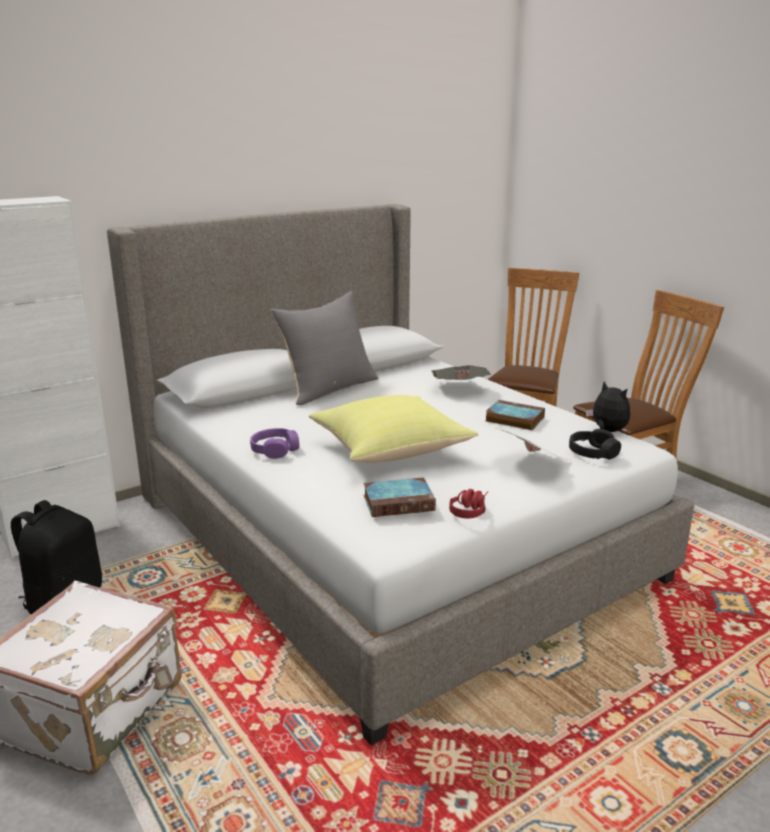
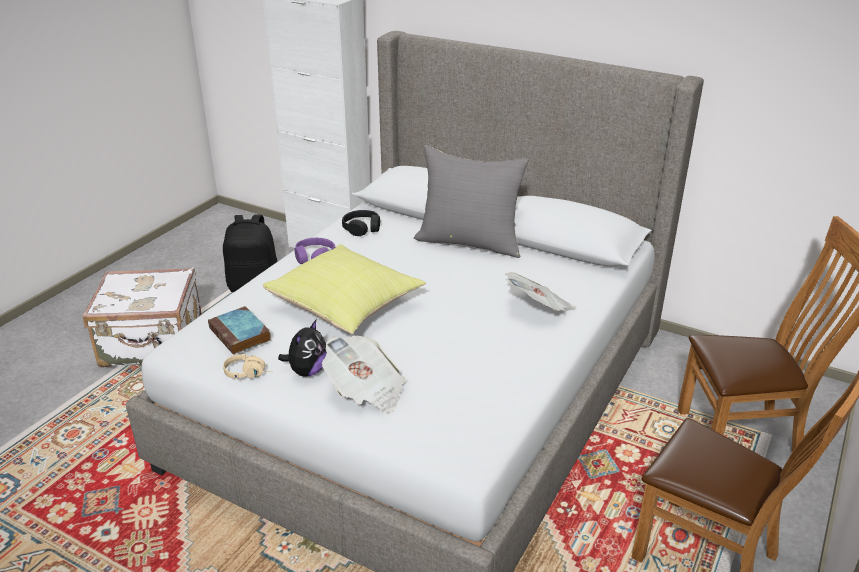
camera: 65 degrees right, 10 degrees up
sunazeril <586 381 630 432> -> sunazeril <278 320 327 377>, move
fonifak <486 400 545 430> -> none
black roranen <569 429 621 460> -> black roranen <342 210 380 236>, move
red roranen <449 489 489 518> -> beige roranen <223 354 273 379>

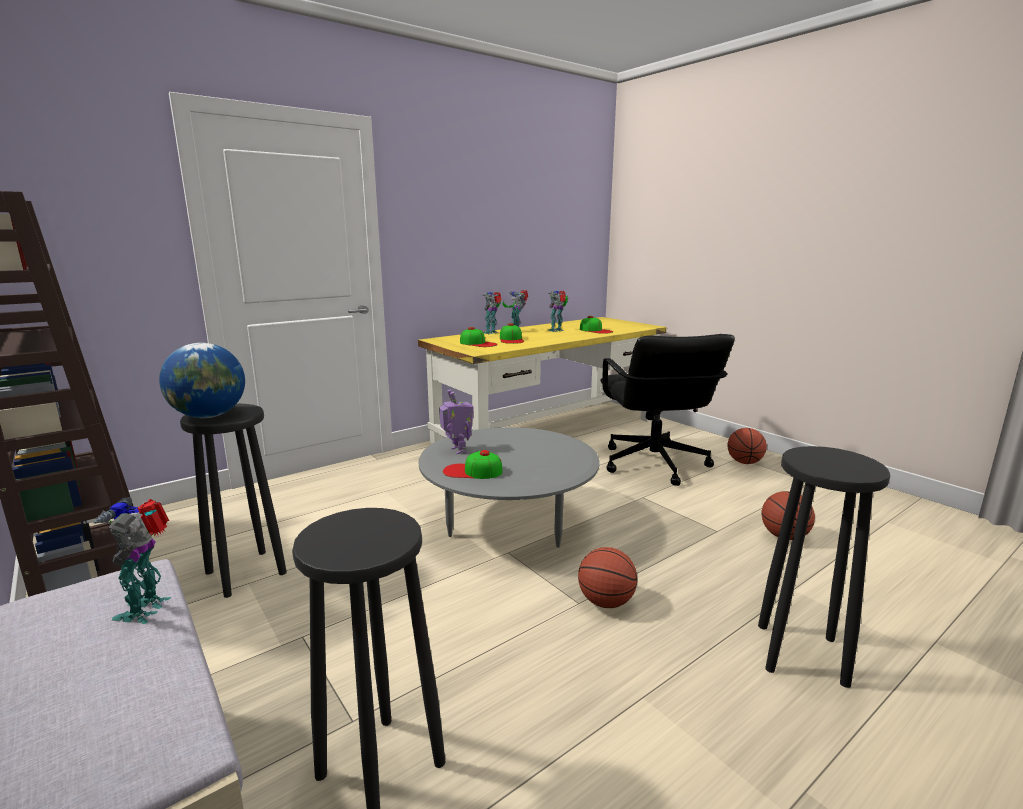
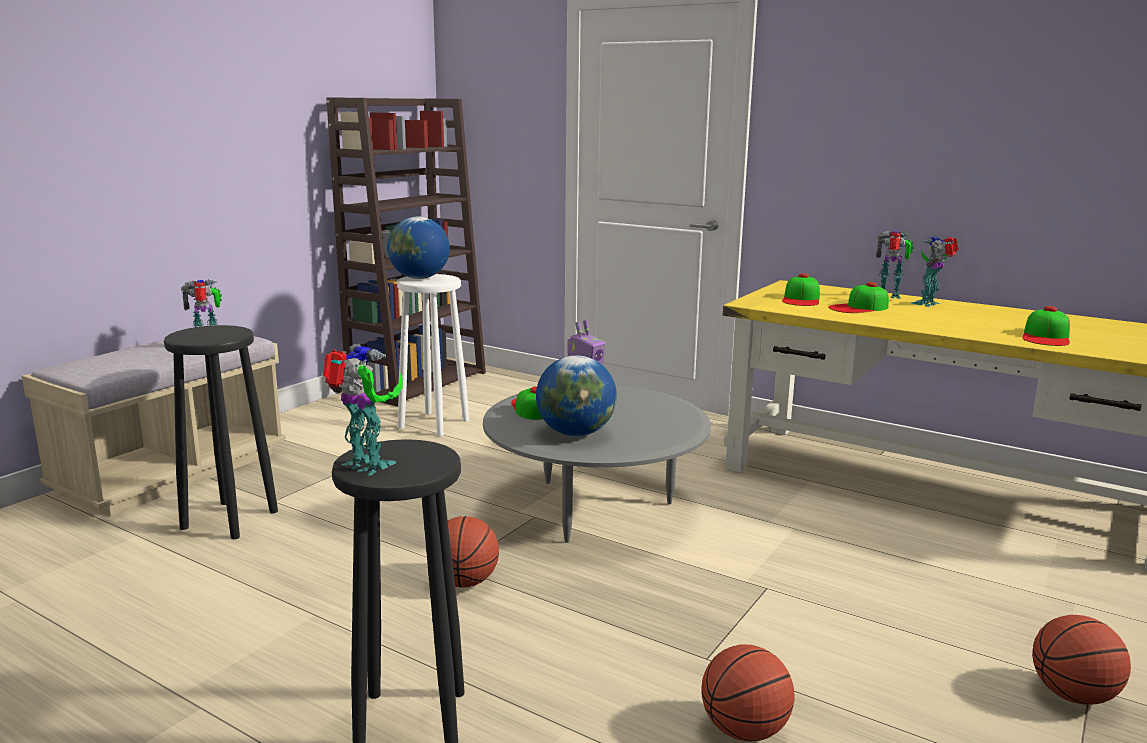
camera: 70 degrees right, 0 degrees up
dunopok <548 291 568 332> -> dunopok <323 344 403 475>, move
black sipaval <601 334 735 486> -> none
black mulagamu <180 404 287 598> -> white mulagamu <397 274 469 436>
none -> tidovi <536 355 617 436>

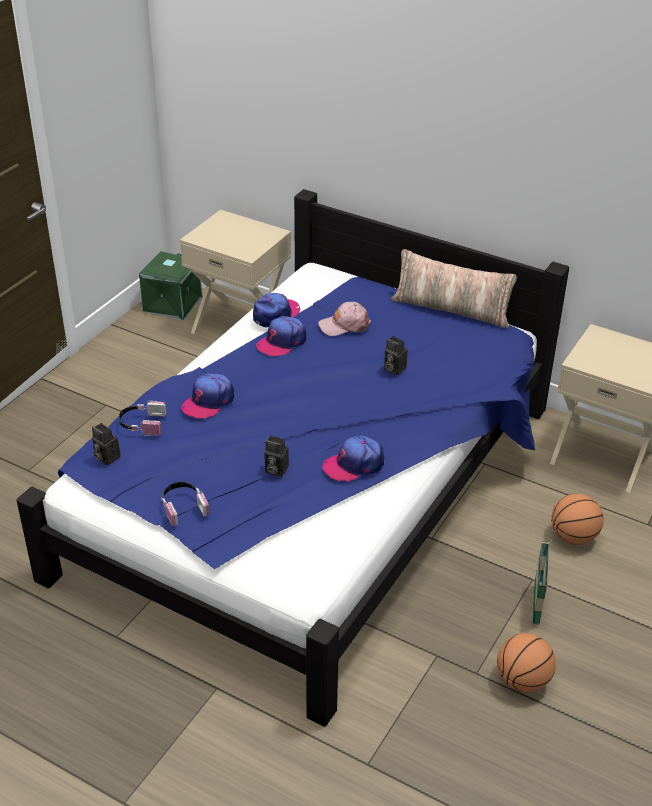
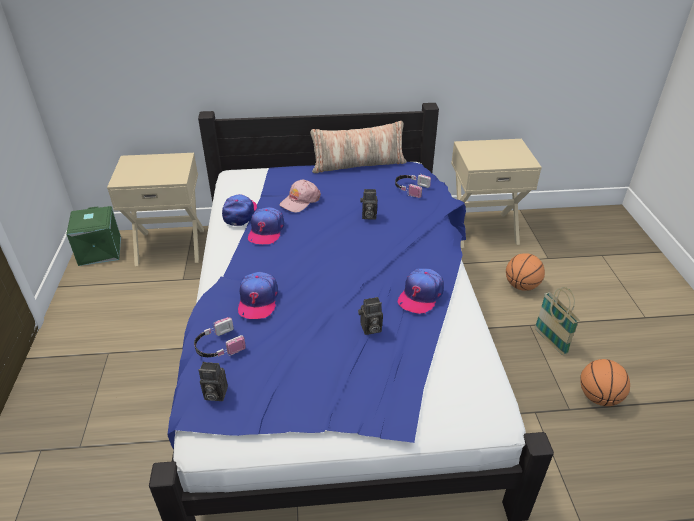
camera: 35 degrees left, 0 degrees up
roranen <161 482 209 526> -> roranen <395 174 431 198>, move

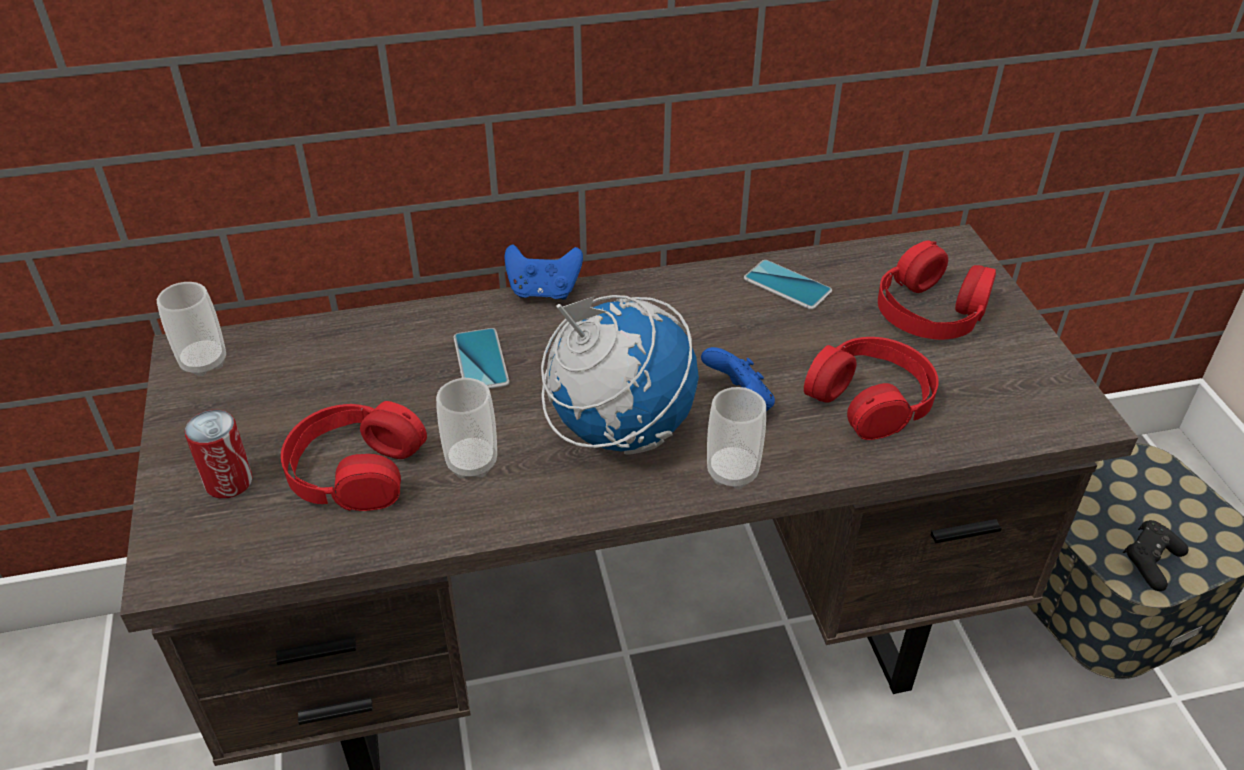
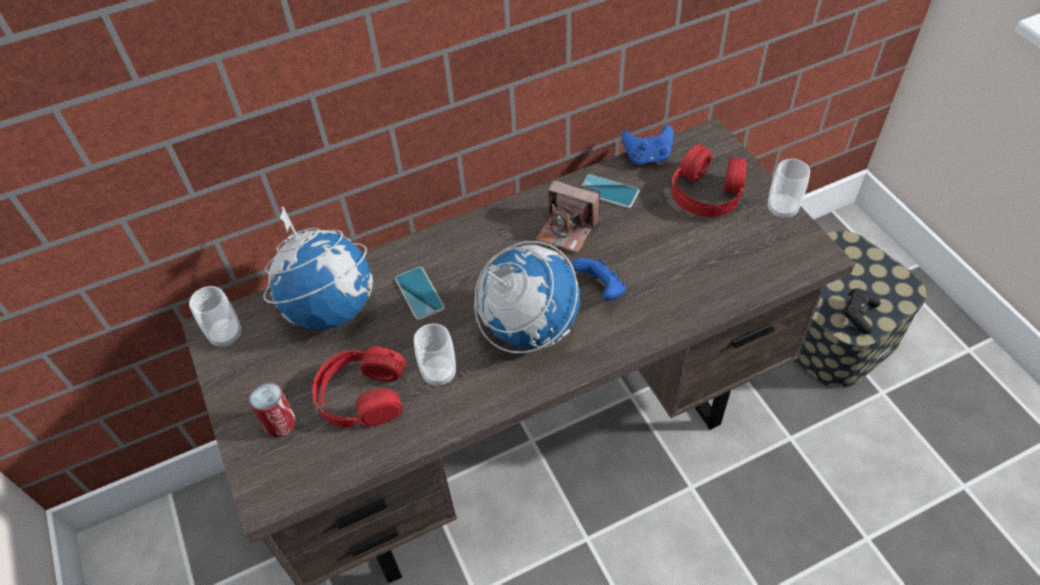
camera: 10 degrees left, 10 degrees up
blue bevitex <504 244 583 300> -> blue bevitex <621 124 673 165>, move
red roranen <804 337 939 440> -> none
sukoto <707 387 766 489> -> sukoto <768 159 810 218>, move
none -> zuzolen <536 180 600 253>
none -> tidovi <263 207 373 330>

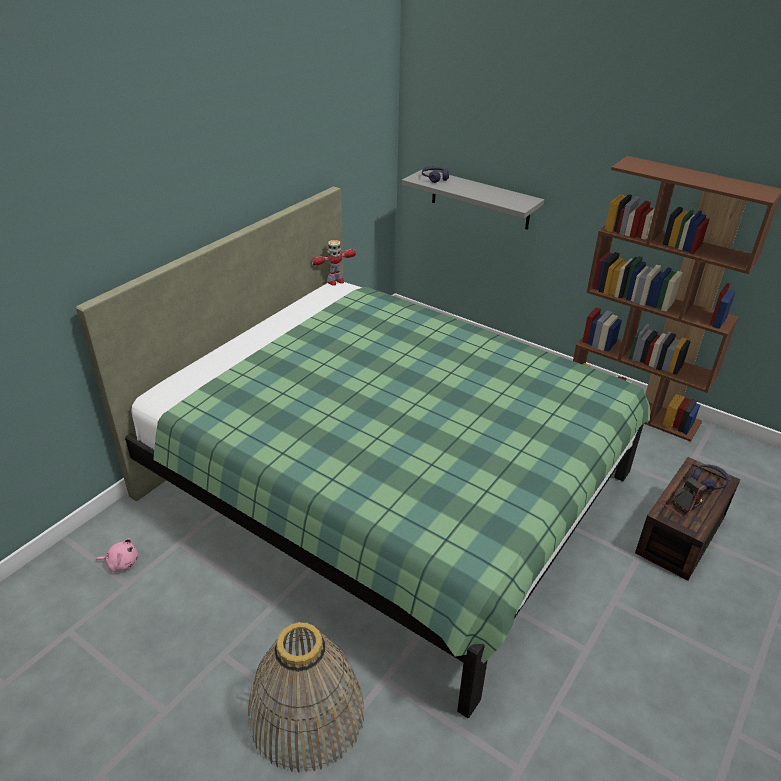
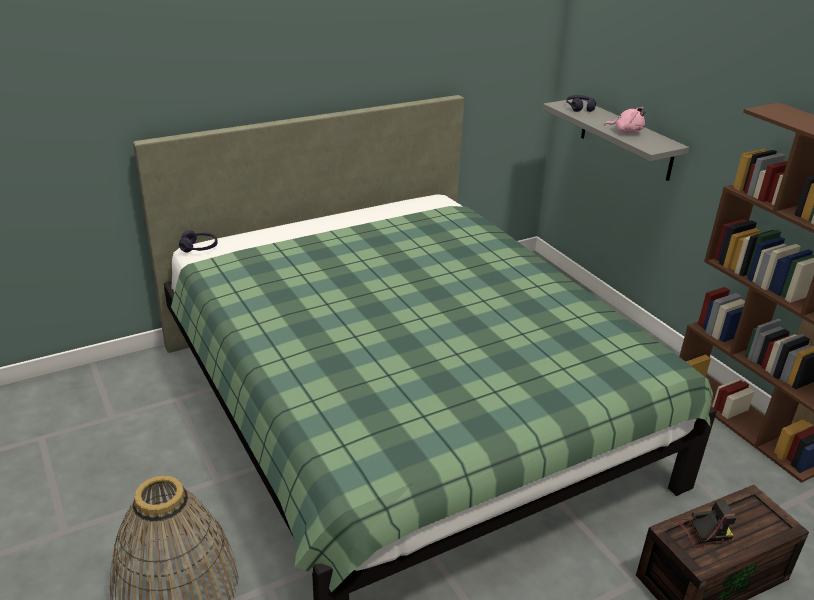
camera: 25 degrees right, 5 degrees down
dunopok <312 240 356 286> -> none
purple roranen <690 464 729 492> -> purple roranen <179 230 218 253>, move
pink sunazeril <96 538 138 572> -> pink sunazeril <604 107 646 133>, move

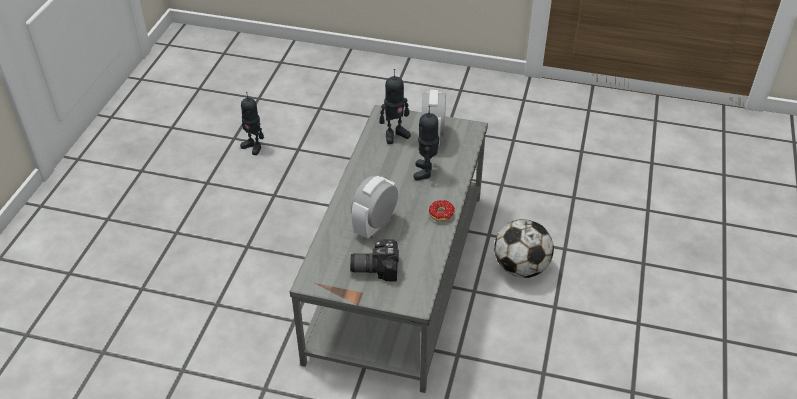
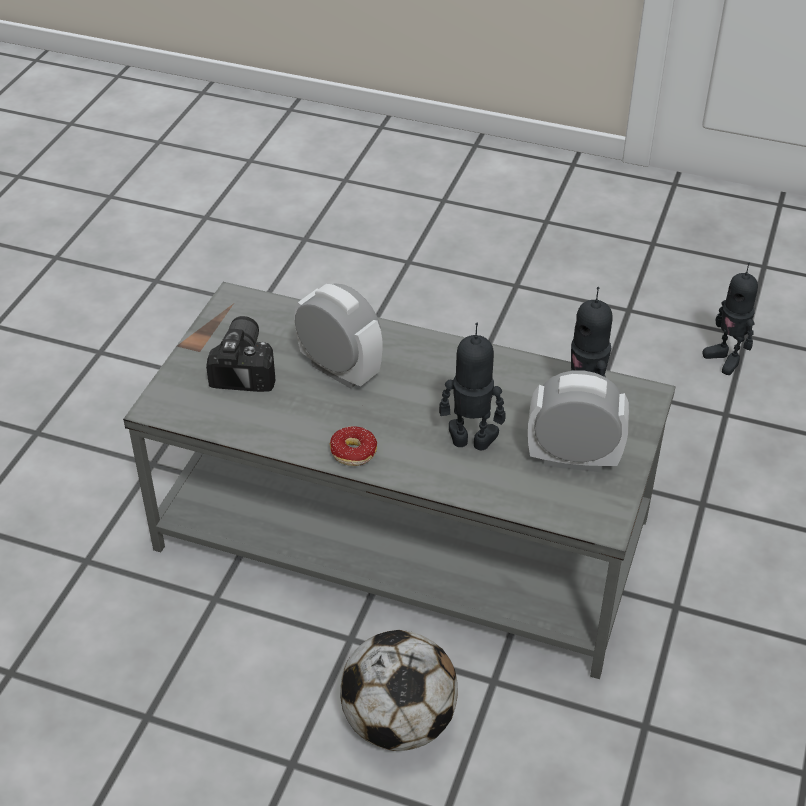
camera: 95 degrees right, 0 degrees up
dunopok <240 92 264 155> -> dunopok <702 263 758 375>, 75 degrees counterclockwise

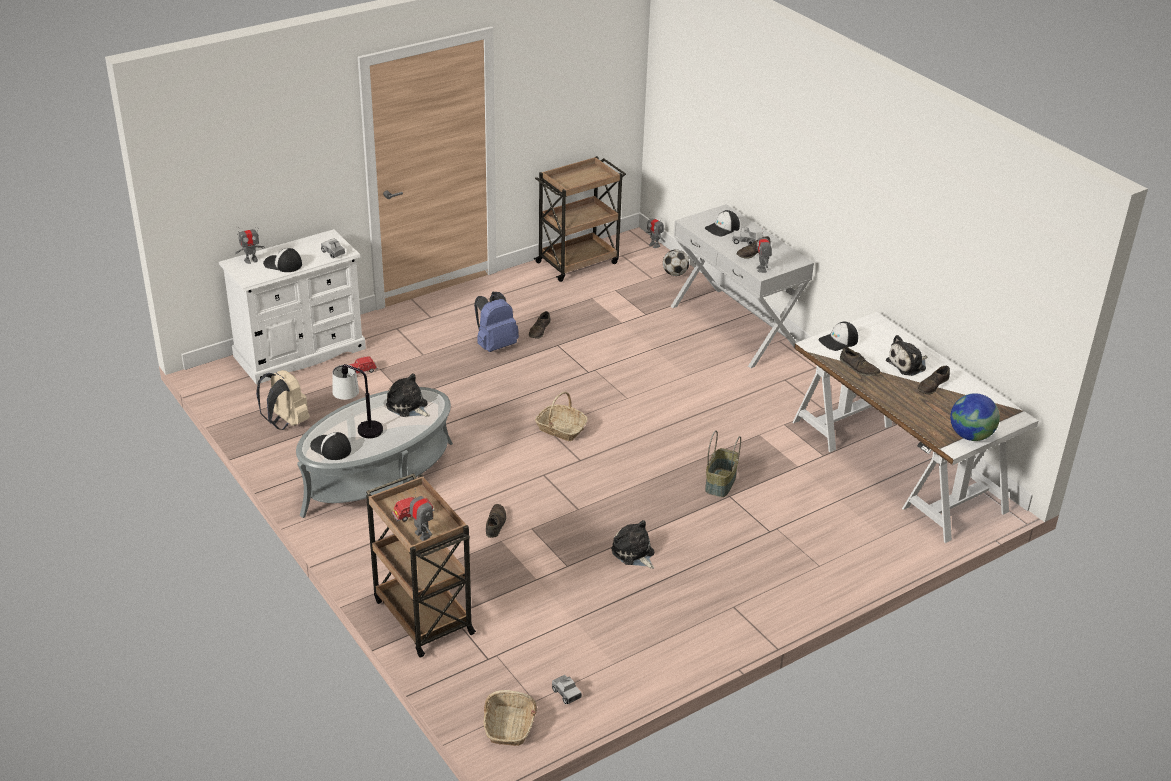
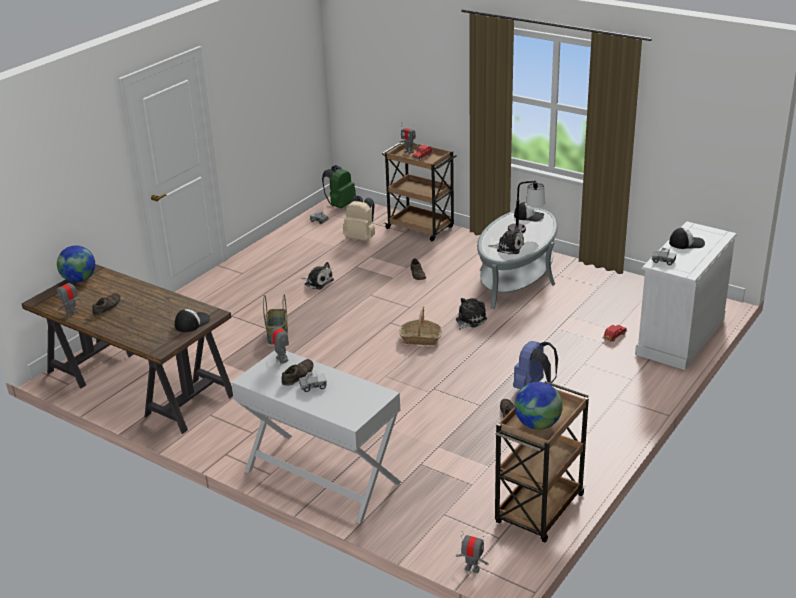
camera: 160 degrees right, 5 degrees down
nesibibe <705 210 740 237> -> none
dunopok <235 223 265 264> -> dunopok <56 276 83 317>, move
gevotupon <663 249 689 276> -> none
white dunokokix <792 312 1038 543> -> brown dunokokix <22 264 233 434>
sunazeril <886 335 928 376> -> sunazeril <456 298 487 330>, move
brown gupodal <840 347 880 376> -> none
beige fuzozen <256 370 310 430> -> beige fuzozen <343 196 375 241>, move
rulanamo <483 690 537 746> -> green fuzozen <322 165 356 208>
none -> tidovi <515 382 563 430>

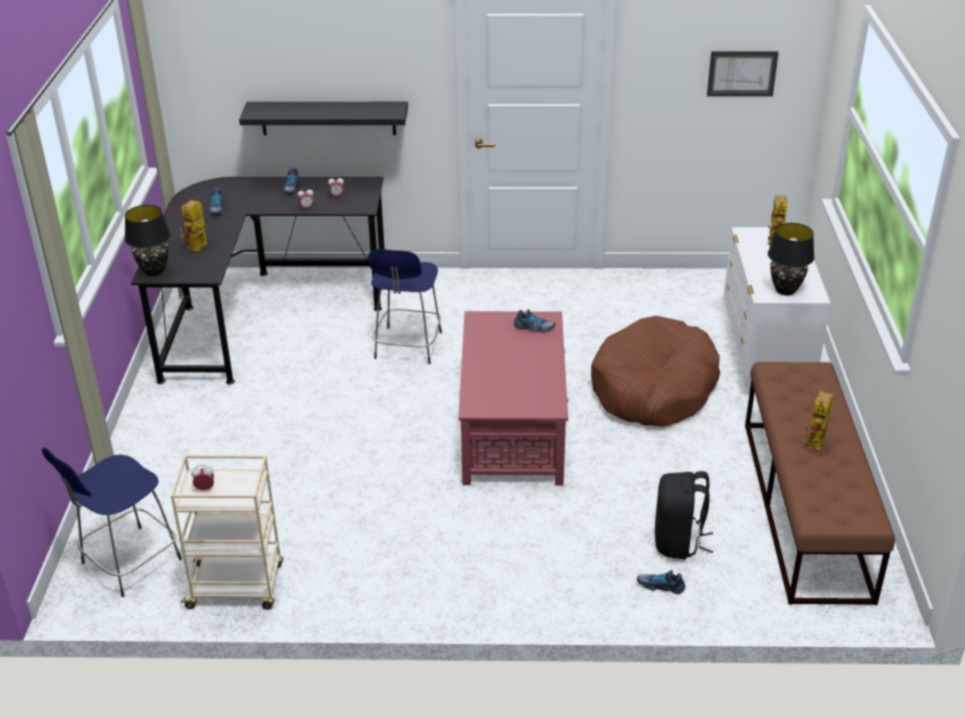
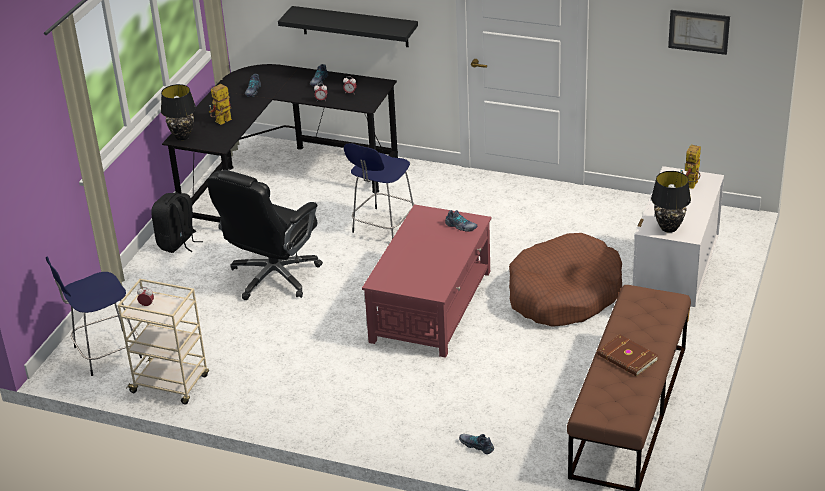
camera: 20 degrees right, 0 degrees up
dunopok <804 391 833 450> -> brown fonifak <597 334 658 376>
black fuzozen <655 471 713 559> -> black fuzozen <151 192 203 253>, move
none -> black sipaval <207 170 323 300>

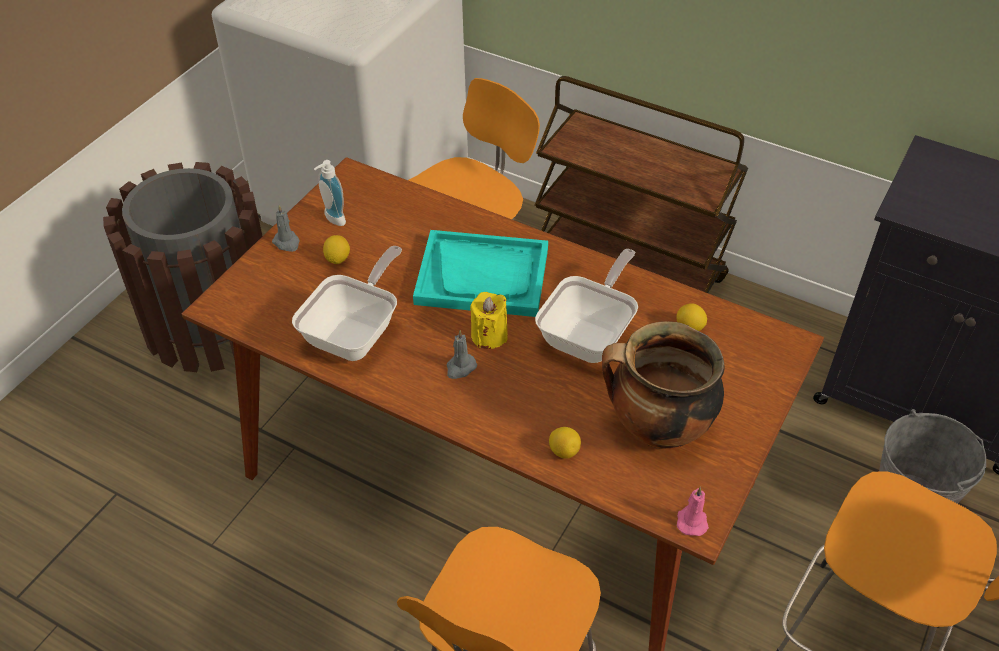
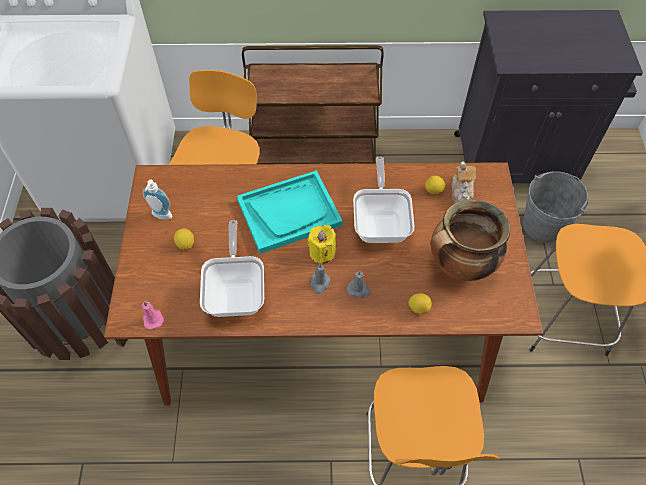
camera: 30 degrees left, 10 degrees up
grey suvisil <272 205 300 252> -> grey suvisil <347 270 371 298>, move
pink suvisil <677 487 709 536> -> pink suvisil <142 301 164 330>, move
none -> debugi <452 162 476 203>

